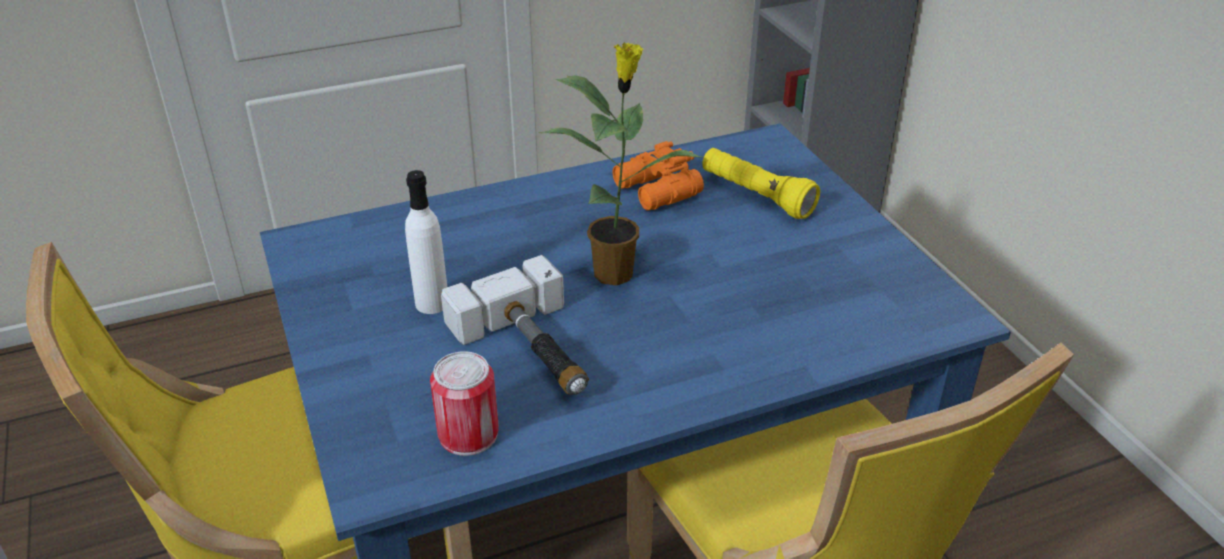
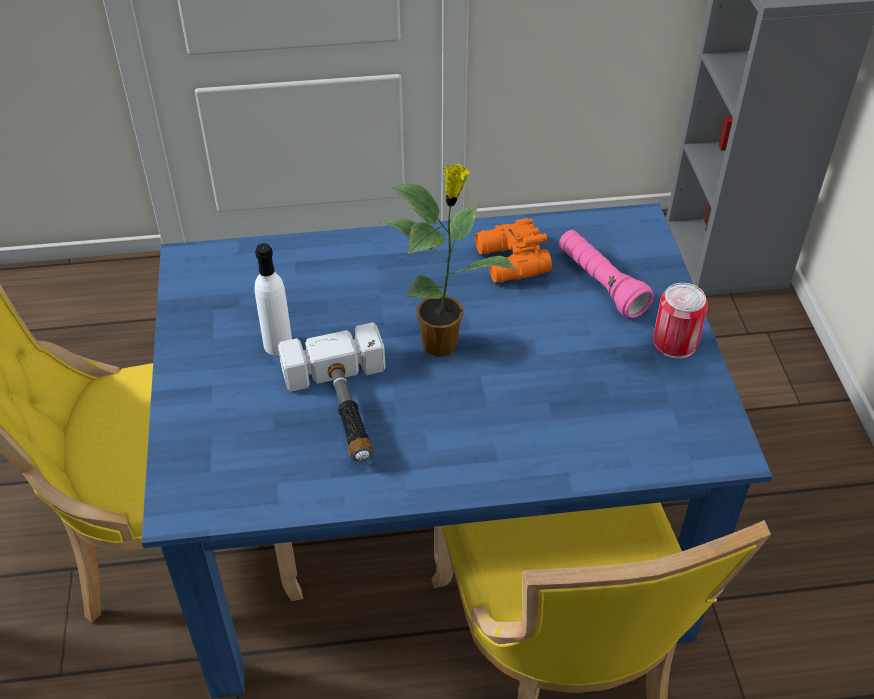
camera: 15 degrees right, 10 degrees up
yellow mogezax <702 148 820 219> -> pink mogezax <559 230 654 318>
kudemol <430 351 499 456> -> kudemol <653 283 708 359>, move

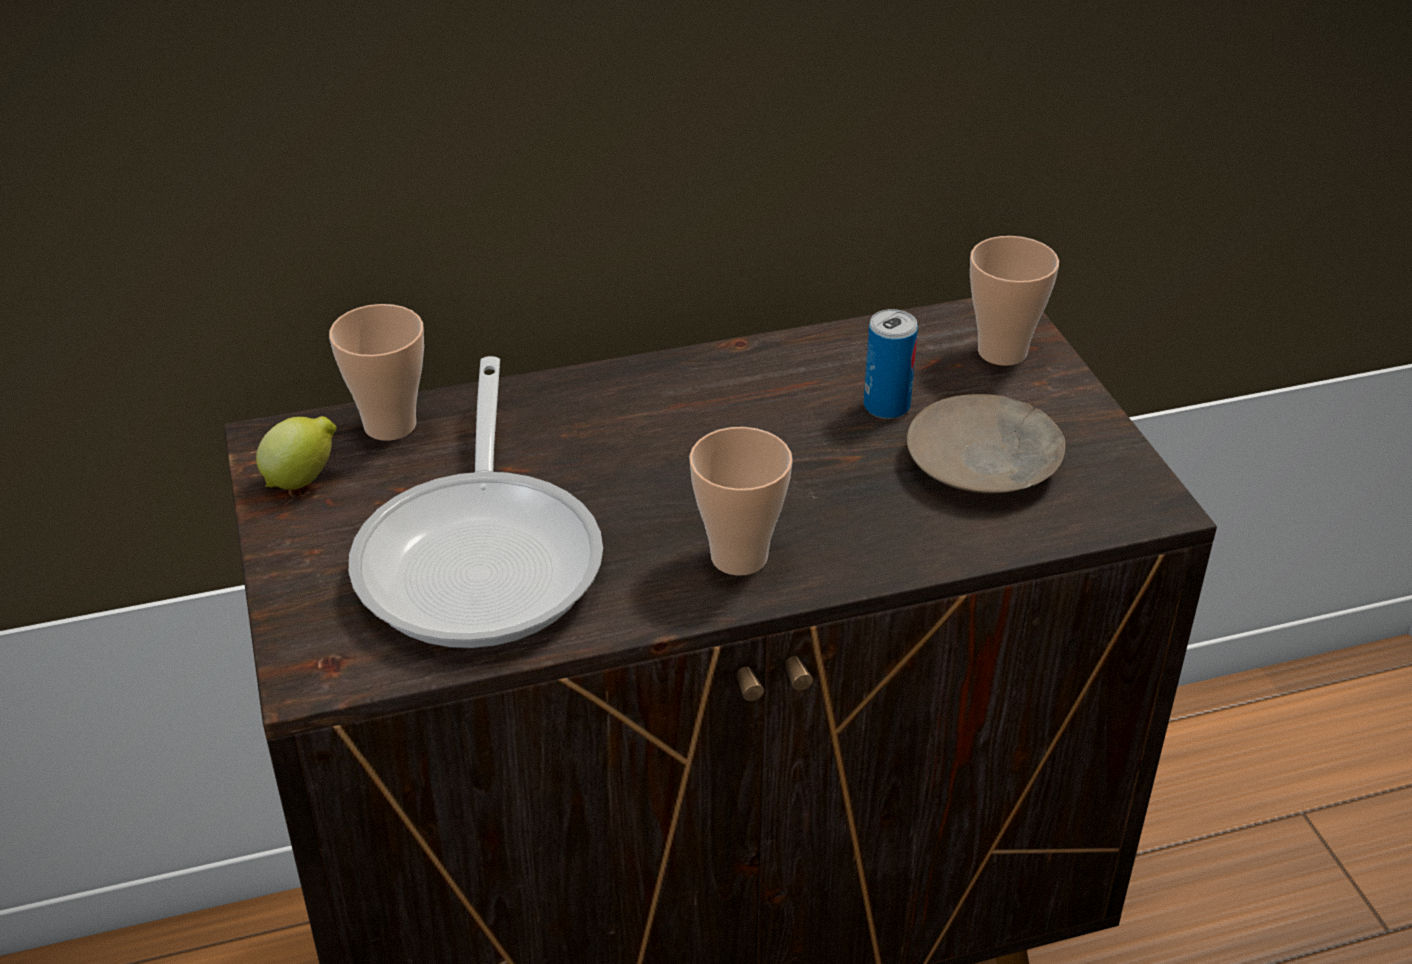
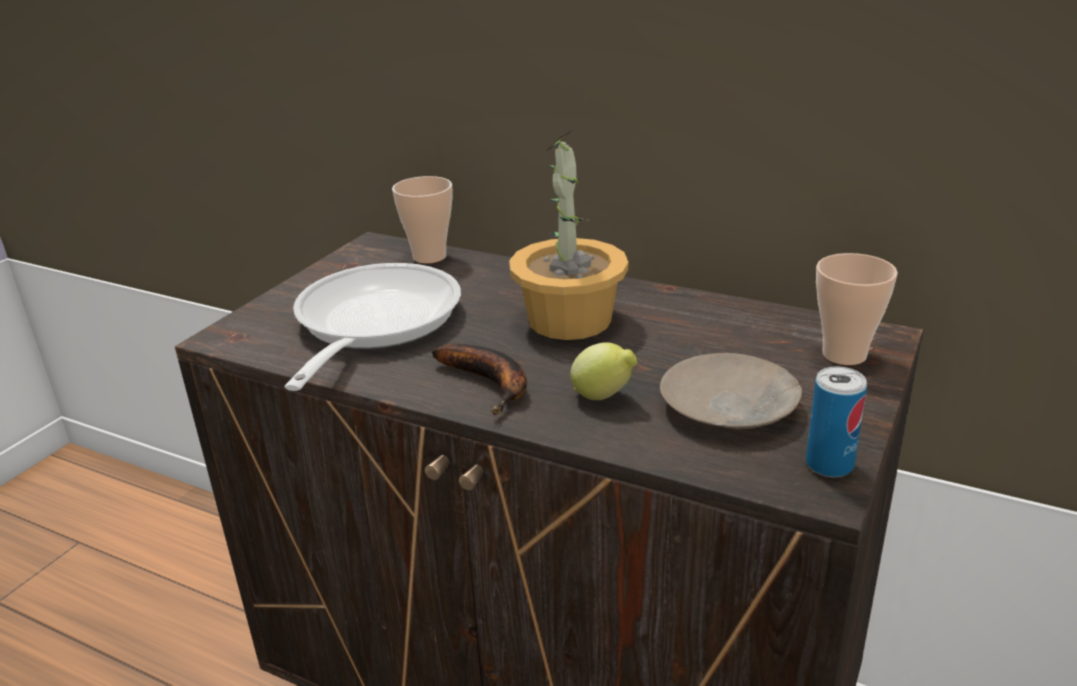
camera: 45 degrees right, 10 degrees down
kudemol <864 309 918 419> -> kudemol <806 366 867 478>, move
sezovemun <349 356 603 648> -> sezovemun <285 263 461 391>, 150 degrees clockwise
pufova <256 416 336 490> -> pufova <570 342 637 400>, move
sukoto <689 427 793 576> -> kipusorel <432 343 527 415>
none -> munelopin <509 130 628 340>

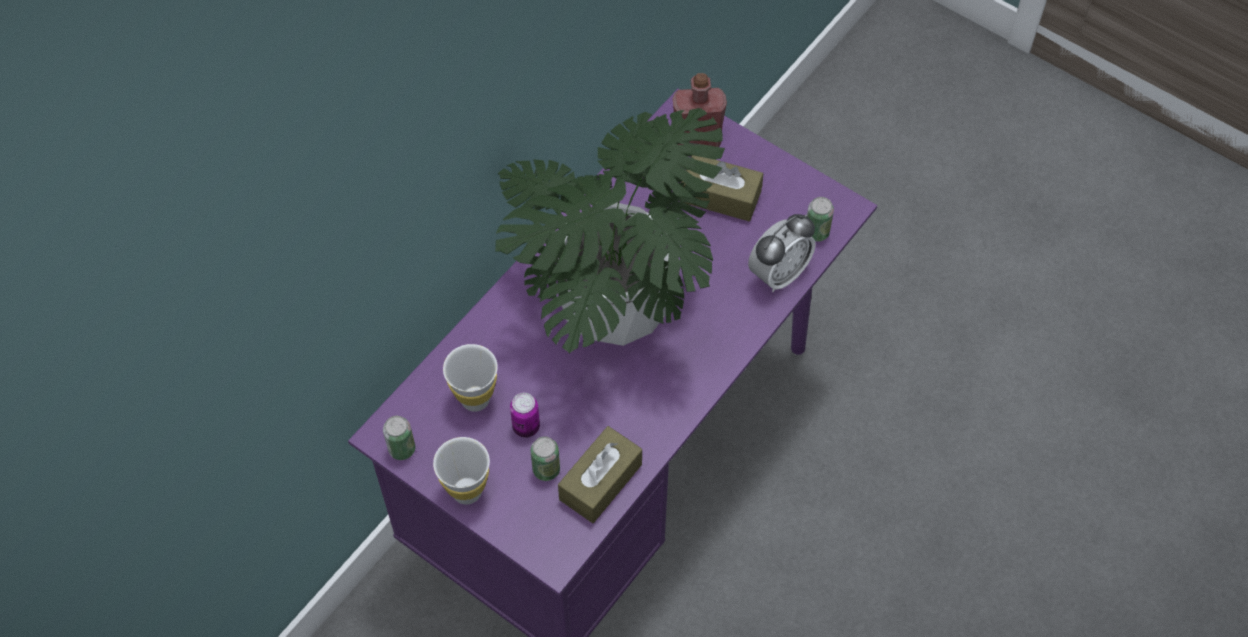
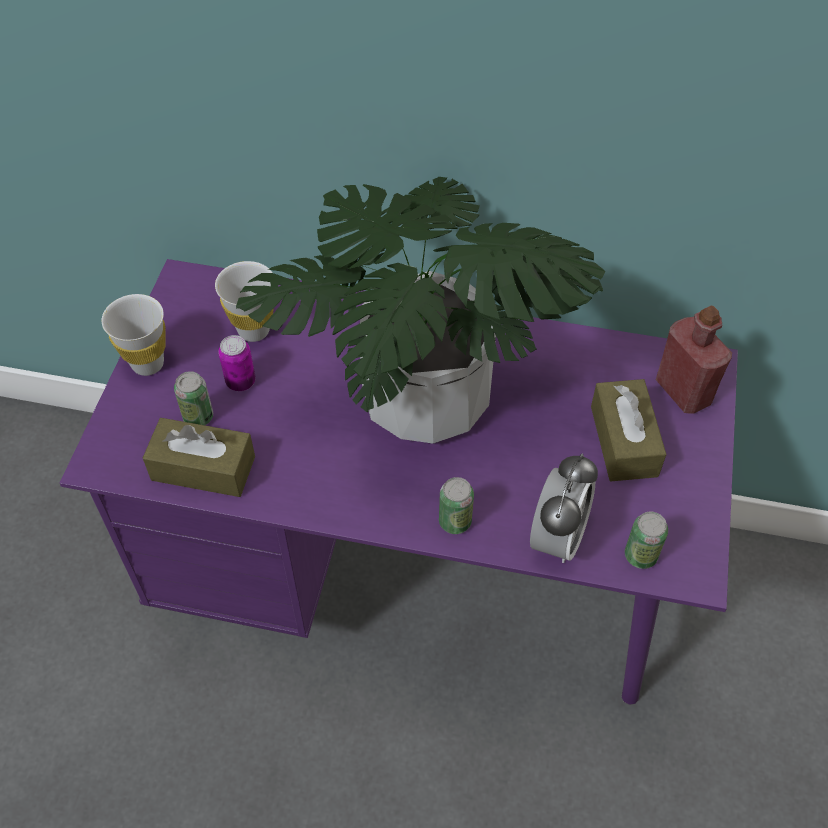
camera: 65 degrees right, 5 degrees down
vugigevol <748 214 816 292> -> vugigevol <530 453 598 563>, 90 degrees counterclockwise
kudemol <383 416 415 460> -> kudemol <439 477 474 534>, move

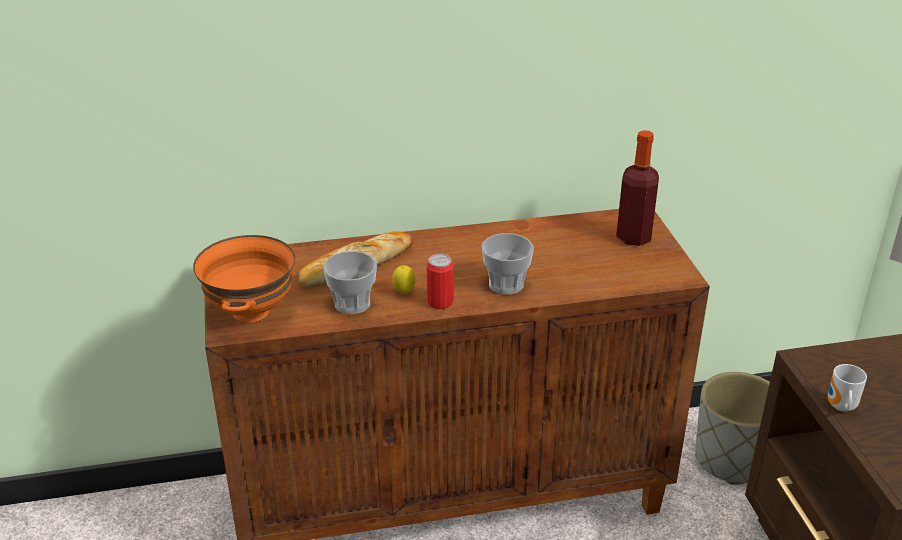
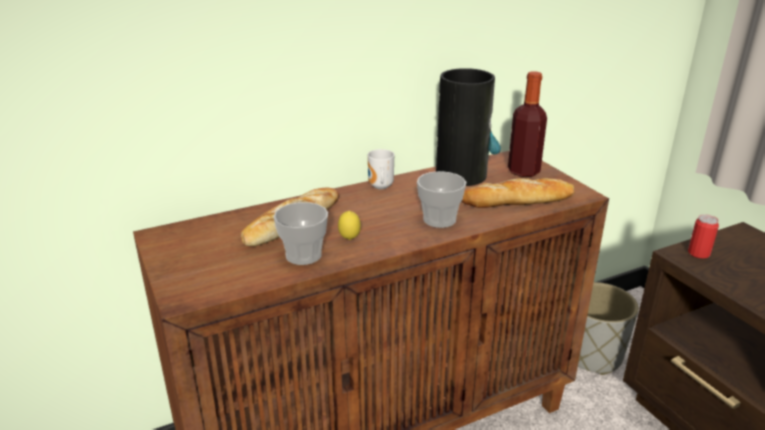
camera: 15 degrees left, 5 degrees down
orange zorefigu <193 235 295 323> -> none
kudemol <427 254 454 309> -> kudemol <688 214 719 259>, move
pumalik <828 364 867 412> -> pumalik <368 149 394 189>, move
none -> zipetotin <436 68 501 186>
none -> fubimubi <462 178 575 208>

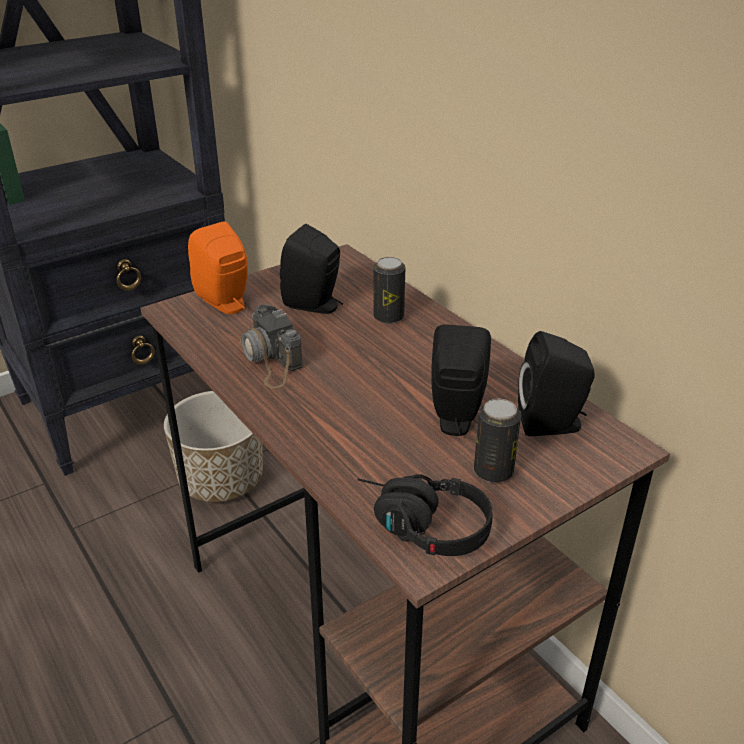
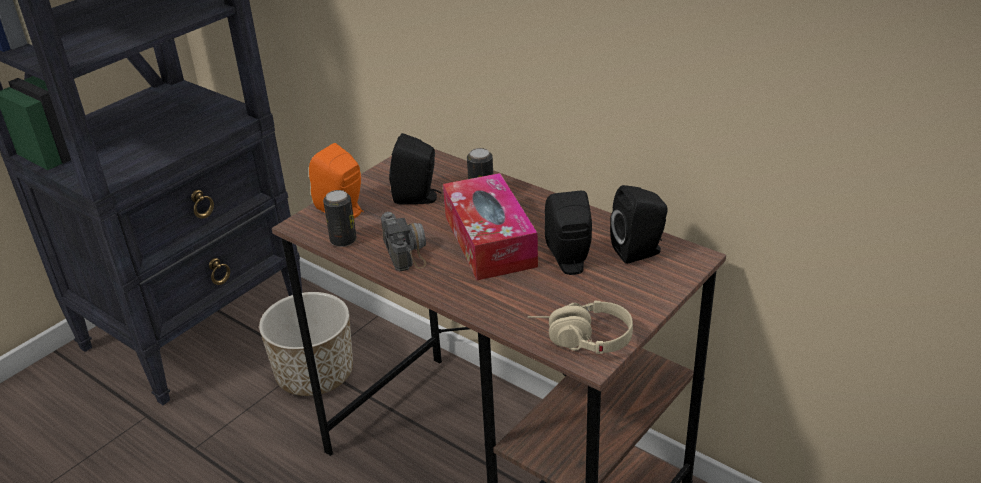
camera: 15 degrees left, 0 degrees up
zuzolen <240 304 303 388> -> zuzolen <381 212 426 272>, 150 degrees counterclockwise
kudemol <474 399 521 483> -> kudemol <323 190 357 247>, move
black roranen <358 474 493 556> -> beige roranen <528 301 633 354>
none -> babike <443 173 538 280>

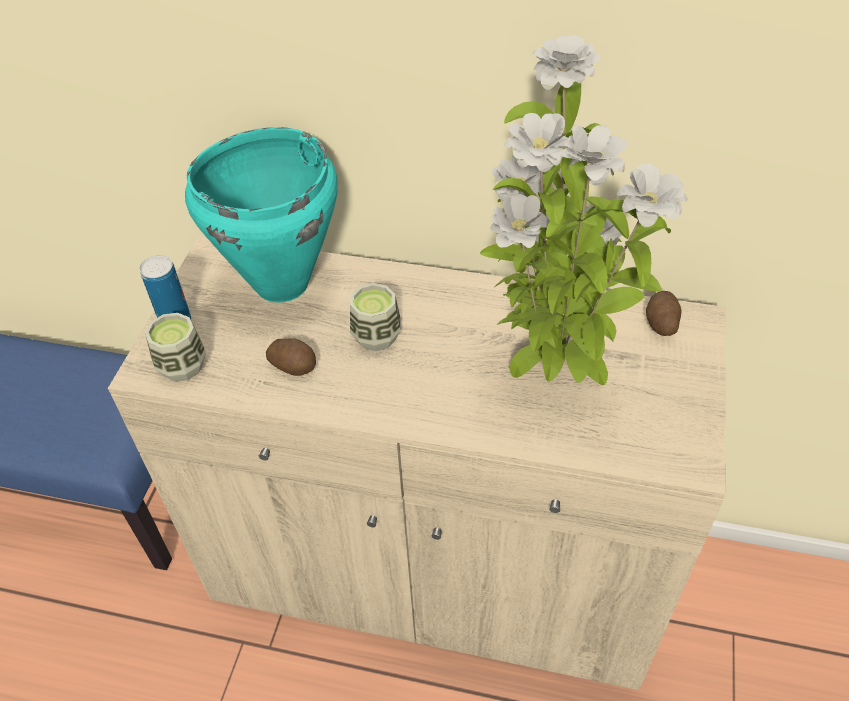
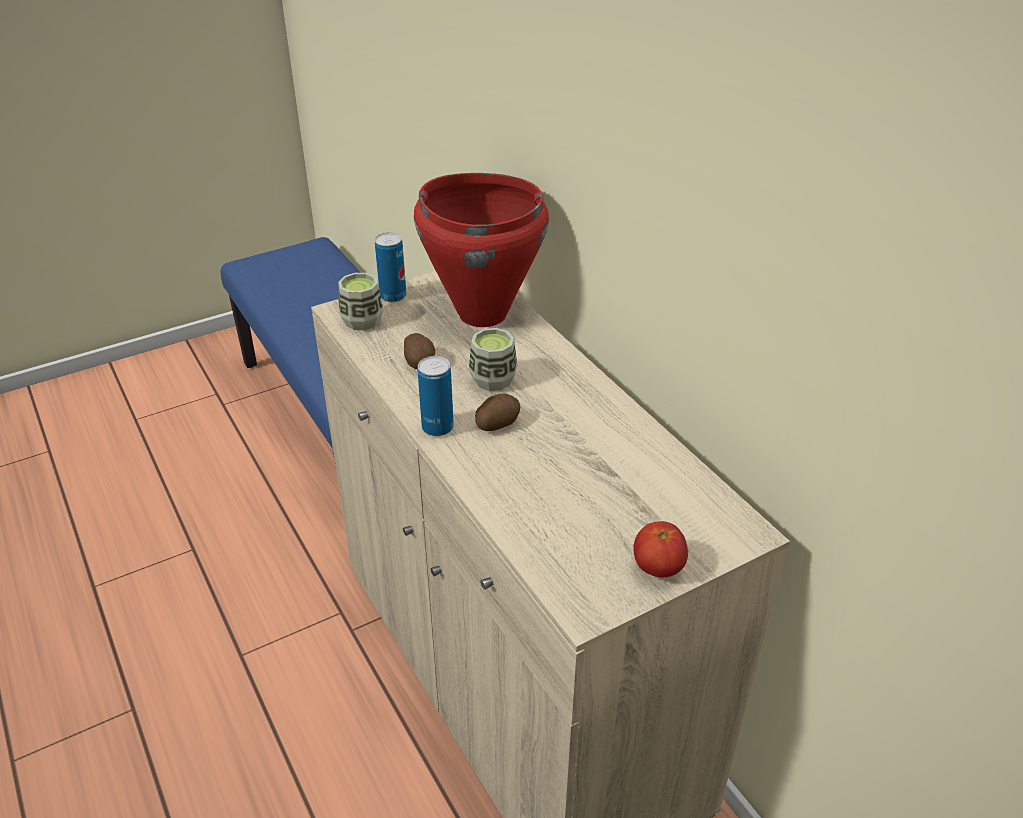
camera: 45 degrees right, 10 degrees down
munelopin <480 35 688 385> -> none
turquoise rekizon <185 127 338 302> -> red rekizon <414 173 549 327>
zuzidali <646 291 681 336> -> zuzidali <475 393 520 431>, move
none -> kudemol <418 356 454 436>
none -> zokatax <633 521 688 577>

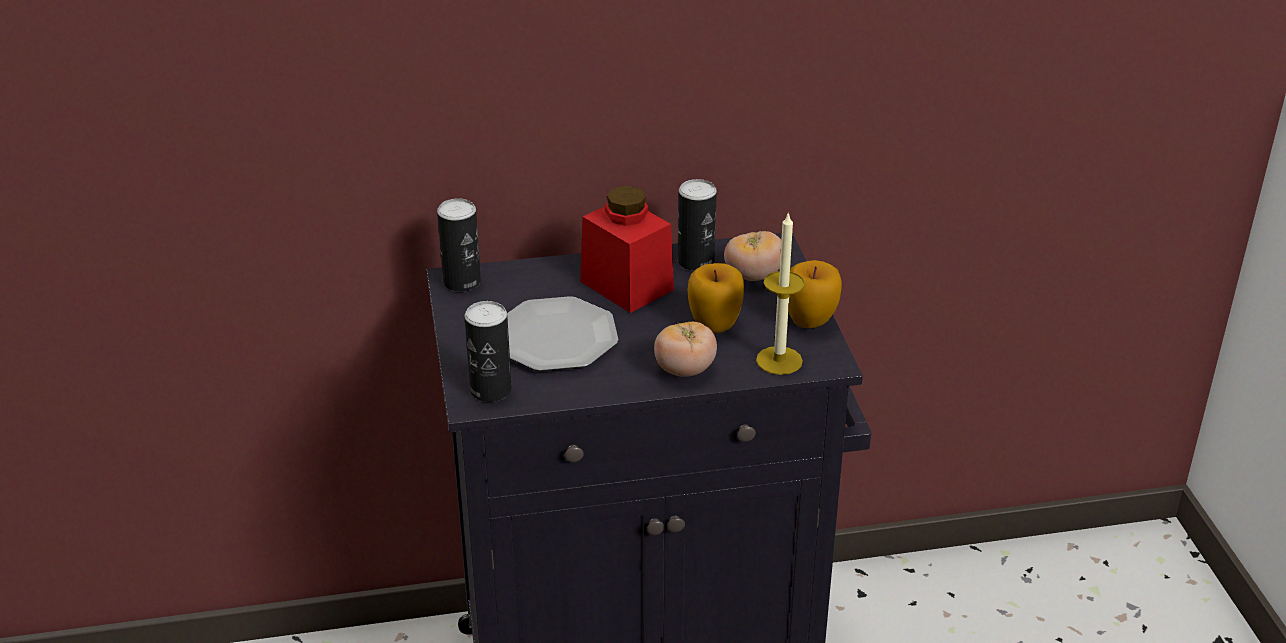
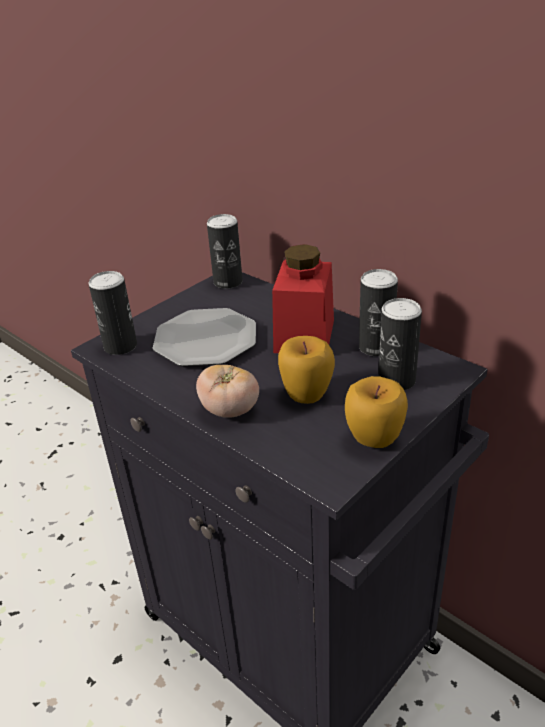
camera: 55 degrees right, 0 degrees up
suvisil <756 212 805 375> -> none
zokatax <724 231 781 281> -> kudemol <378 298 422 390>

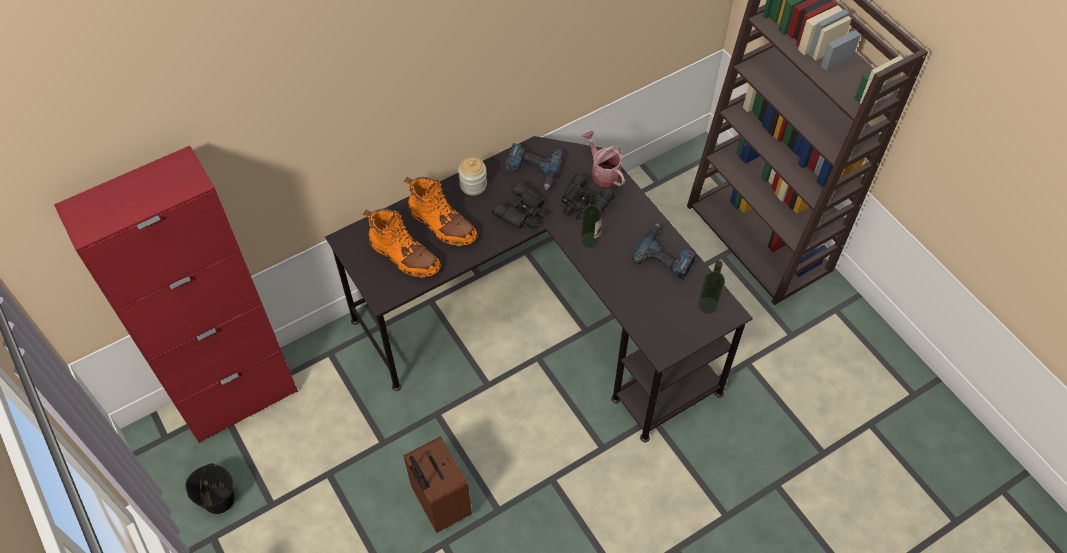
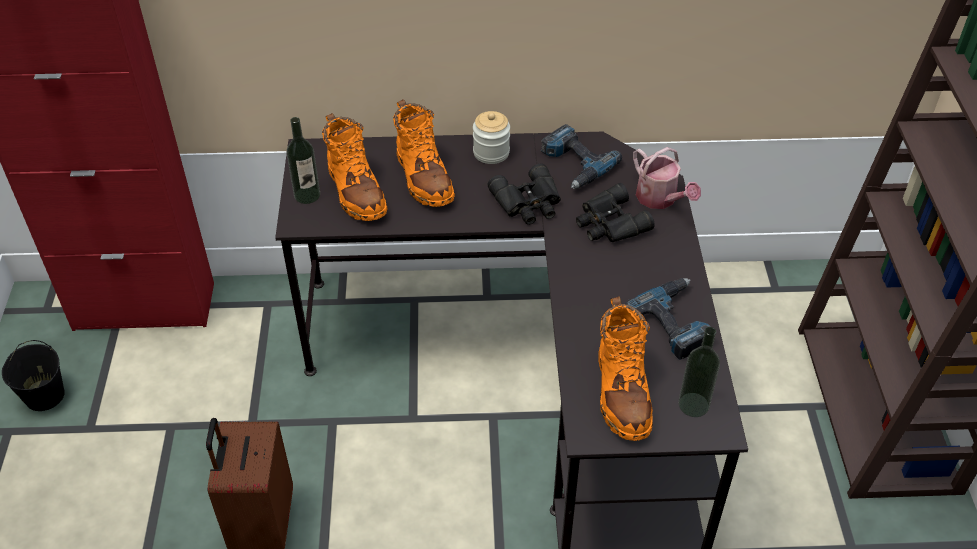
camera: 30 degrees right, 10 degrees down
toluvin <582 131 625 187> -> toluvin <633 147 701 209>, 150 degrees clockwise
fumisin <580 194 602 248> -> fumisin <287 117 320 204>, move
none -> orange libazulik <598 296 653 441>

